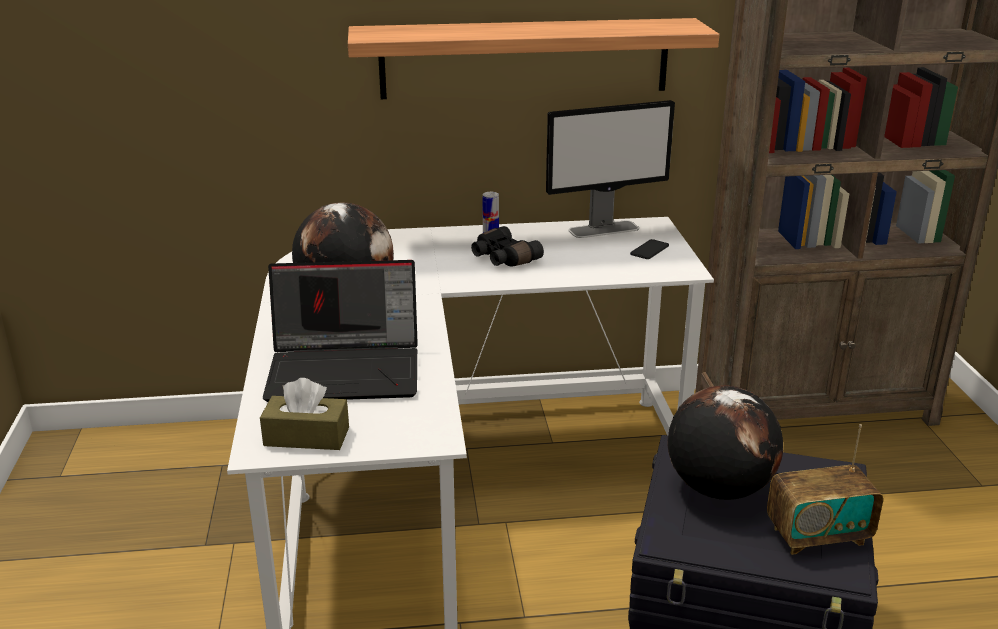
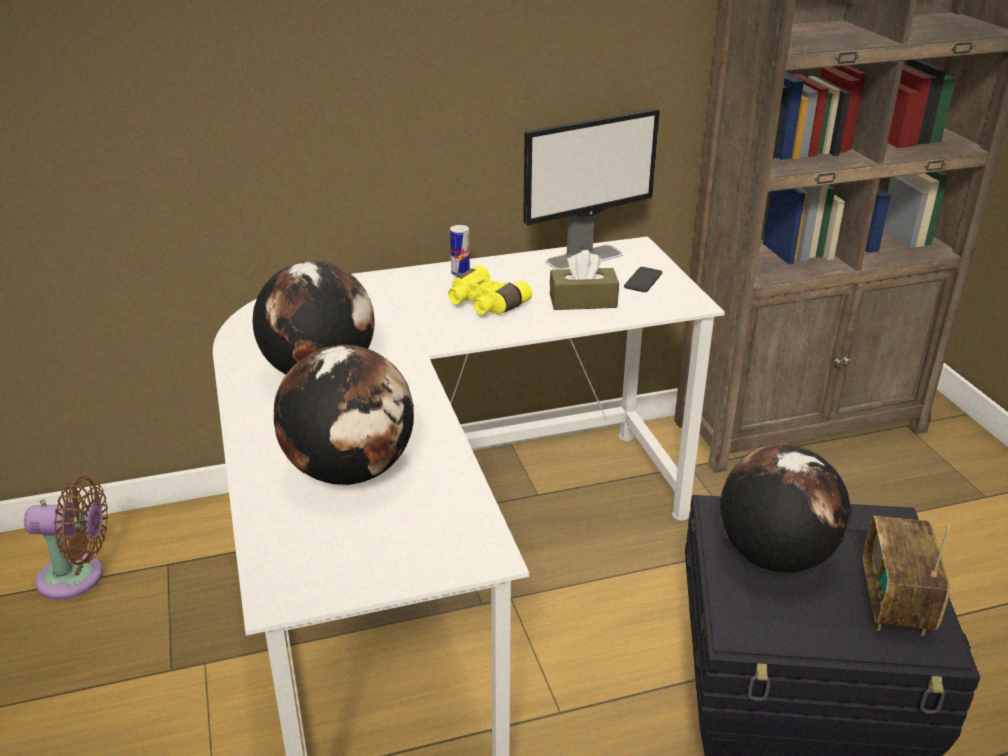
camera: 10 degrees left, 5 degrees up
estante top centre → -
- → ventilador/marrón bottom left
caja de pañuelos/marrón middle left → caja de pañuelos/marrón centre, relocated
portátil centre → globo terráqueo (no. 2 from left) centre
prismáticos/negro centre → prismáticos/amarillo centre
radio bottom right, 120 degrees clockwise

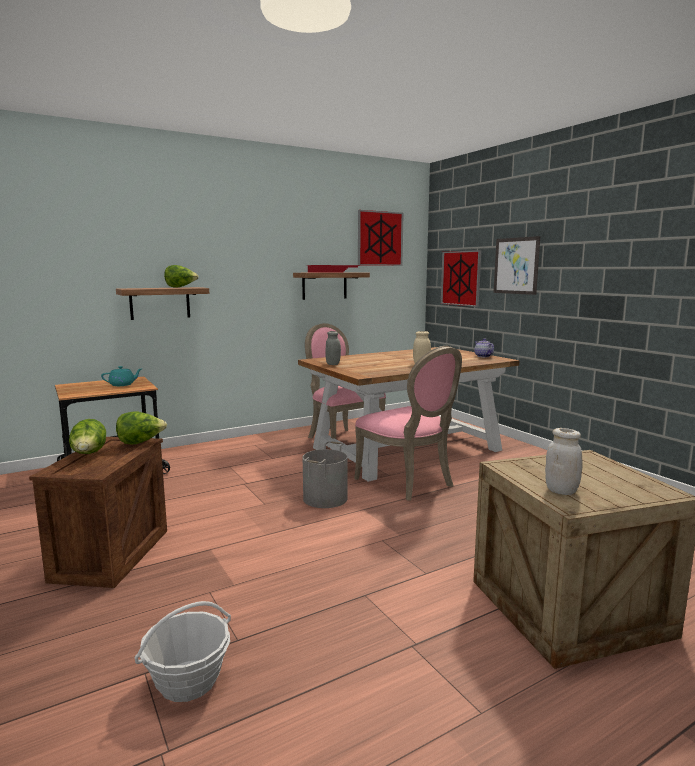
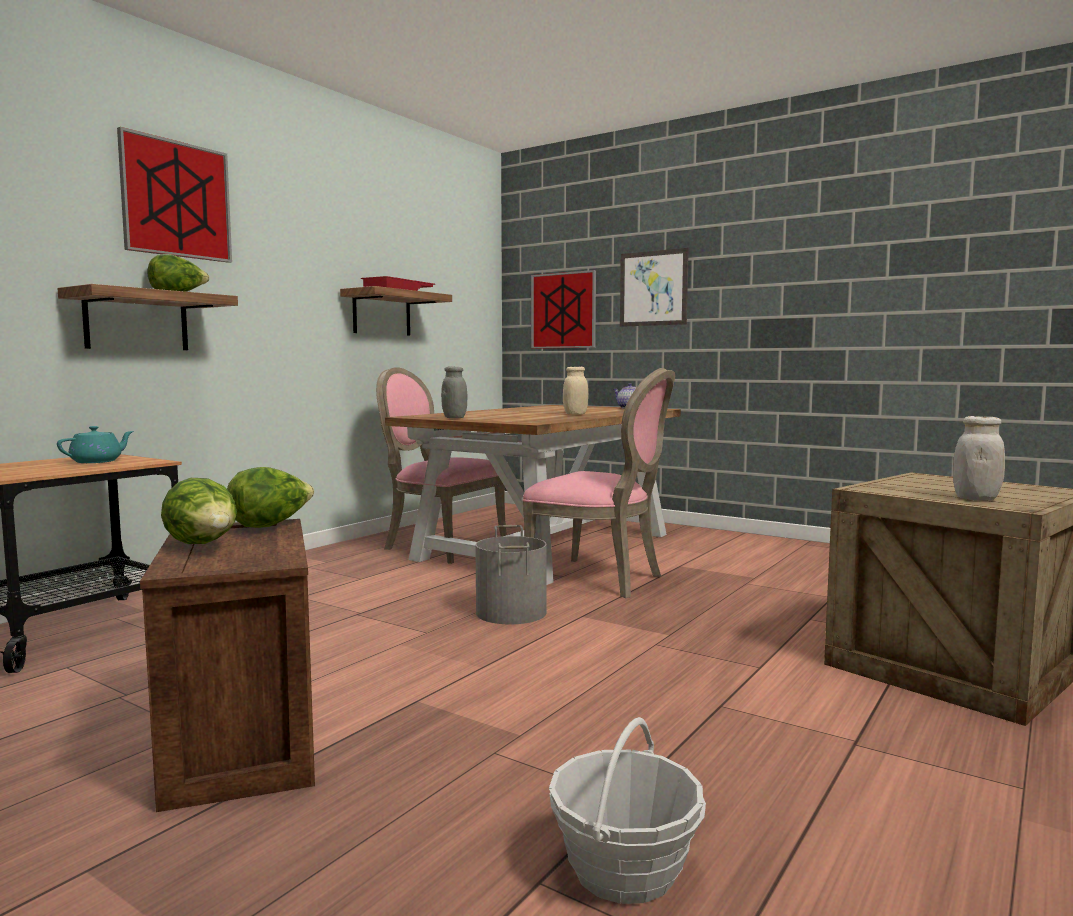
camera: 25 degrees left, 5 degrees down
cuadro (no. 1 from left) top centre → cuadro (no. 1 from left) top left, relocated

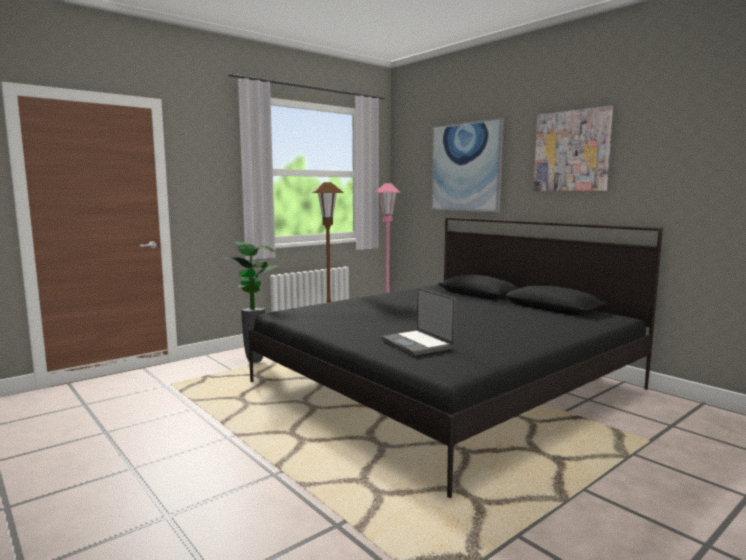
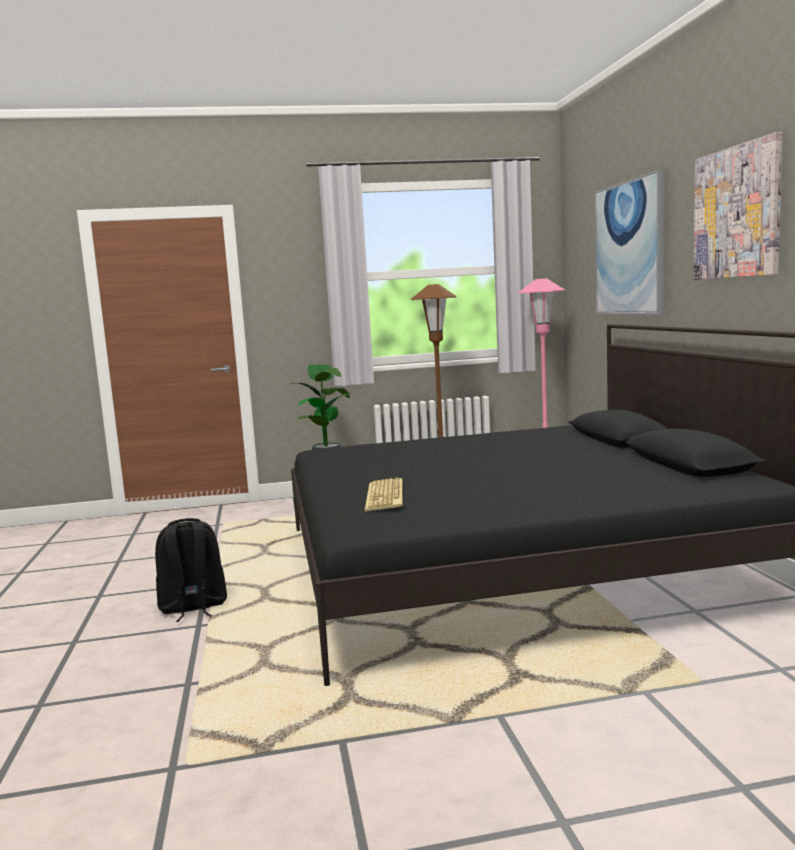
camera: 30 degrees right, 0 degrees up
- → mochila/negro bottom left
portátil centre → teclado centre

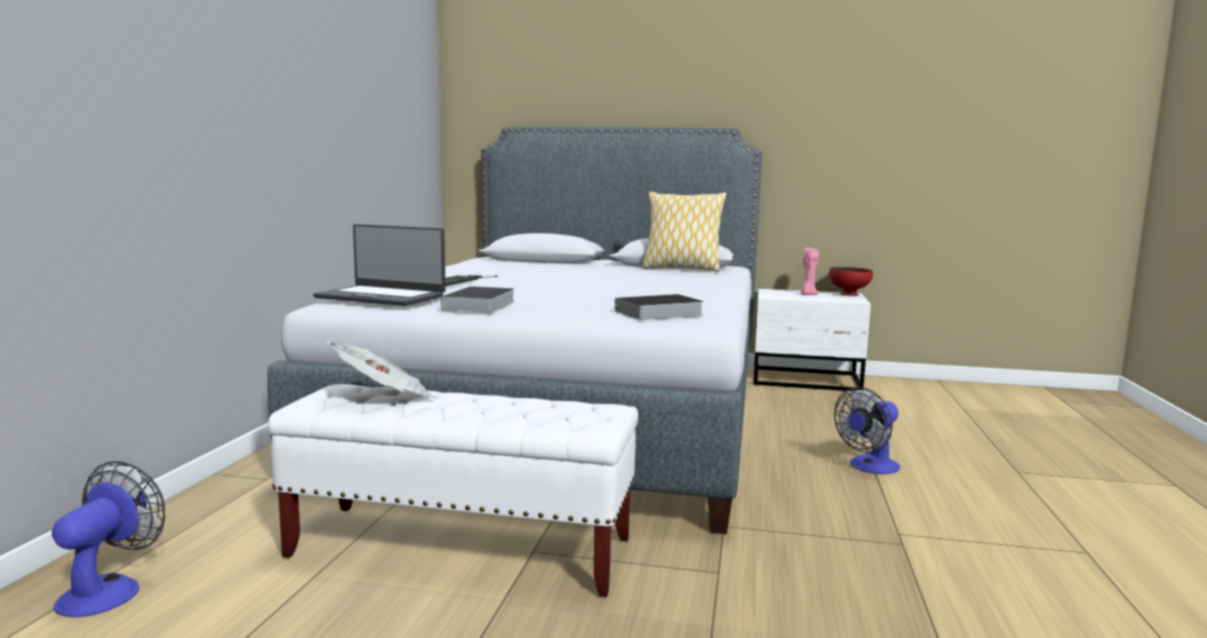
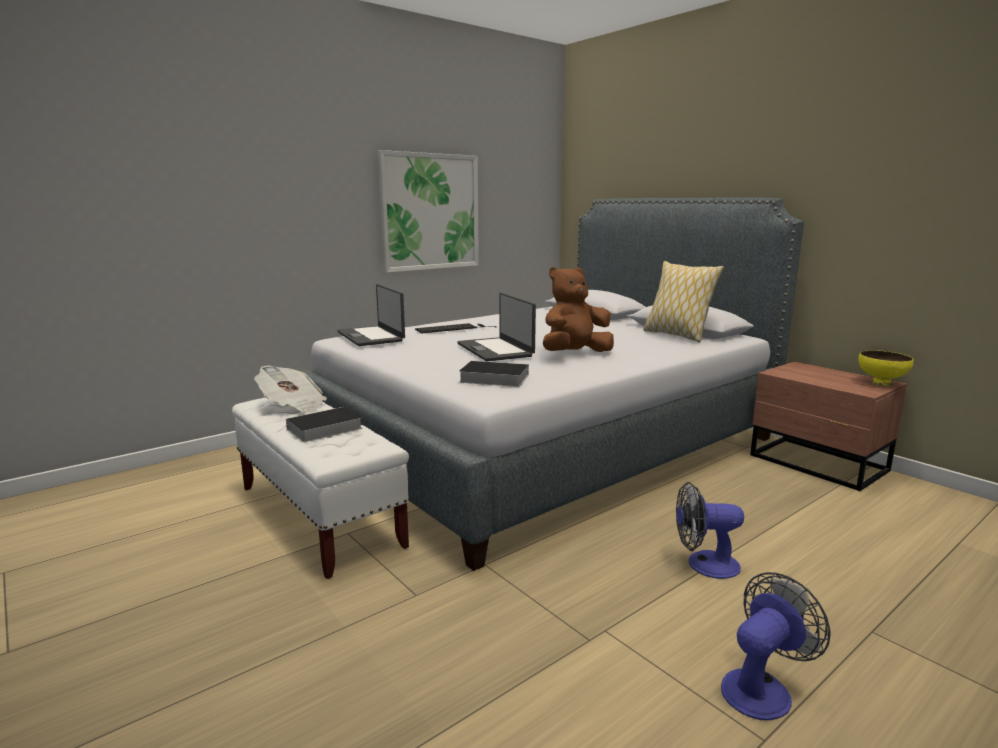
camera: 40 degrees right, 5 degrees up
vela/rosa middle right → -
- → cuadro top centre
- → portátil (no. 2 from left) centre
- → peluche/marrón centre
ventilador (no. 1 from left in the first image) bottom left → ventilador (no. 2 from left) bottom right, relocated
libro (no. 1 from left) centre → libro (no. 1 from left) middle left, relocated
mesita de noche/blanco middle right → mesita de noche/marrón middle right
cuenco/rojo middle right → cuenco/amarillo middle right

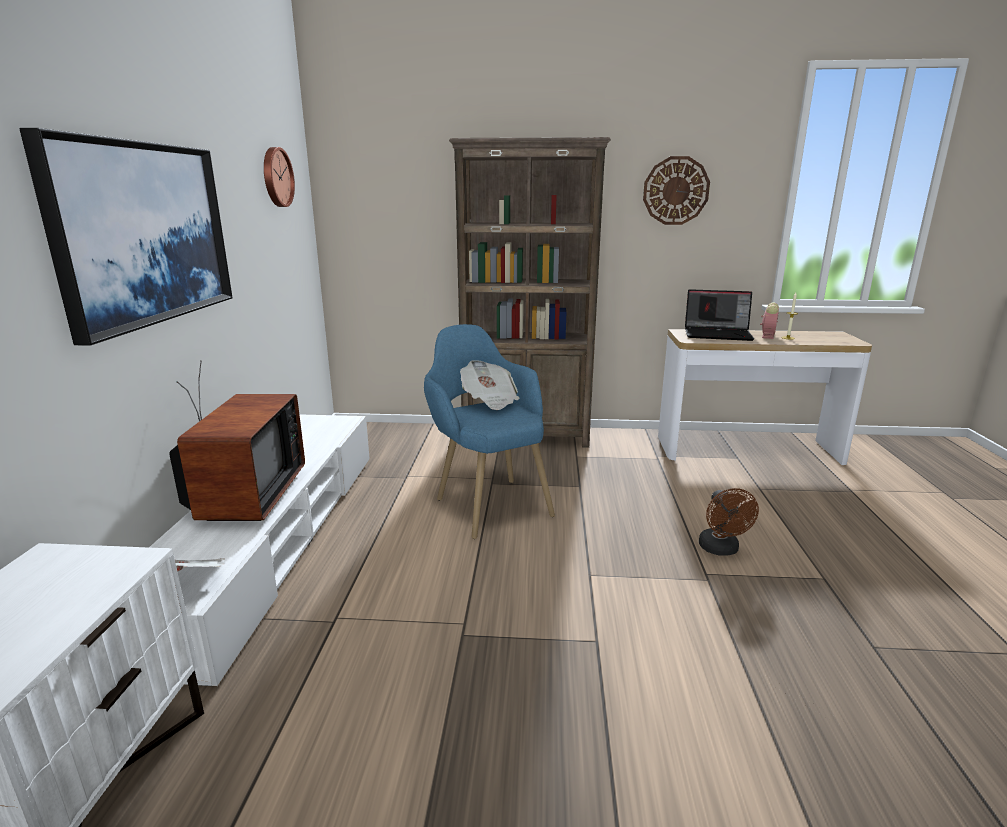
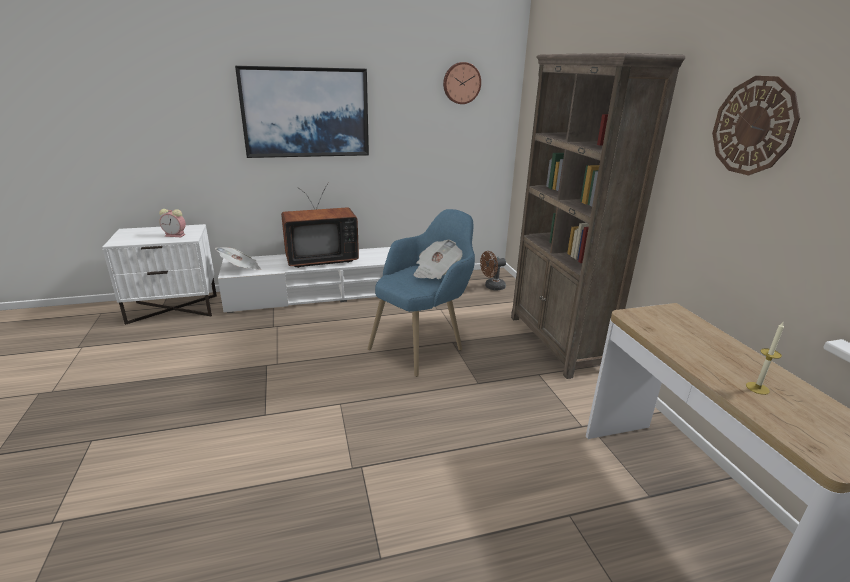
camera: 70 degrees right, 5 degrees up
portátil middle right → -
ventilador/marrón middle right → ventilador/marrón centre, relocated
despertador middle right → despertador middle left, relocated

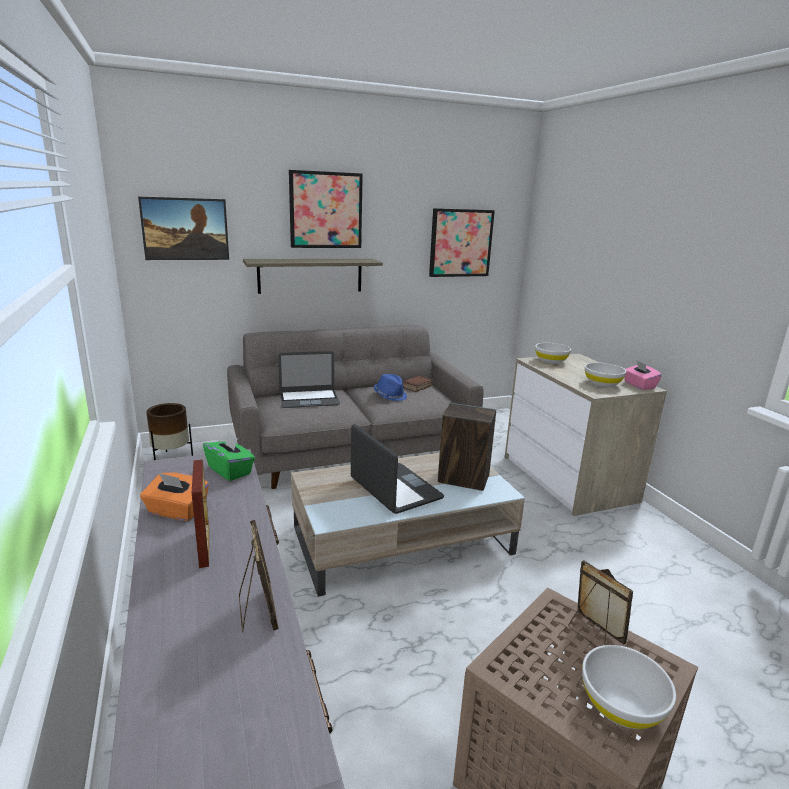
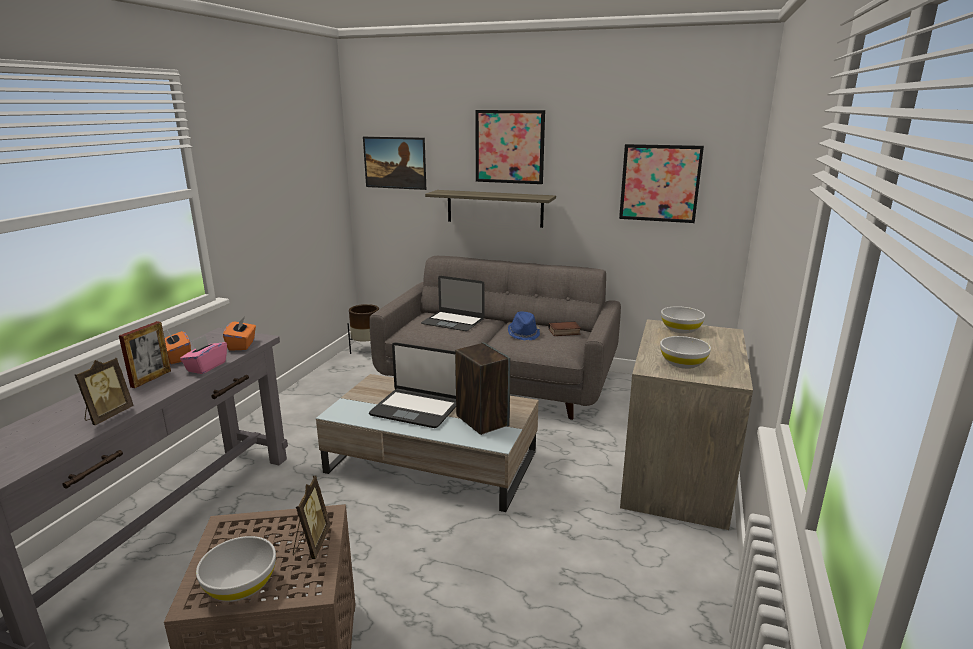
camera: 40 degrees right, 0 degrees up
caja de pañuelos/rosa middle right → caja de pañuelos/rosa middle left, relocated
caja de pañuelos/verde middle left → caja de pañuelos/naranja (no. 2 from left) middle left
portátil (no. 2 from left in the first image) centre → portátil (no. 1 from left) centre, 105 degrees clockwise

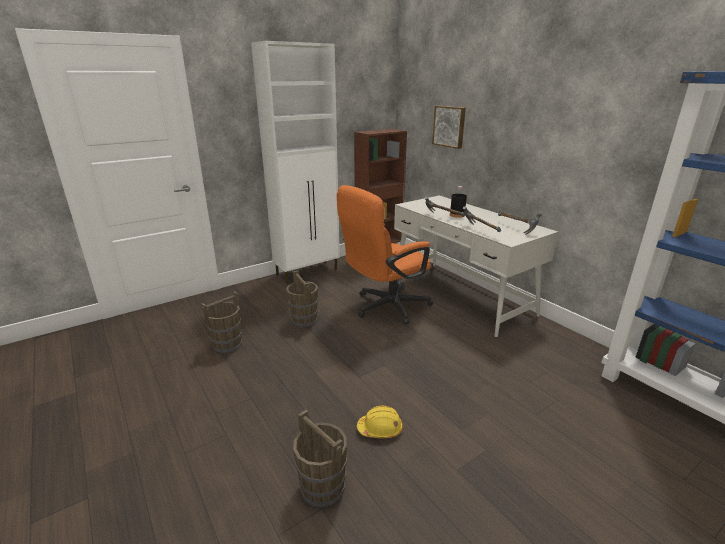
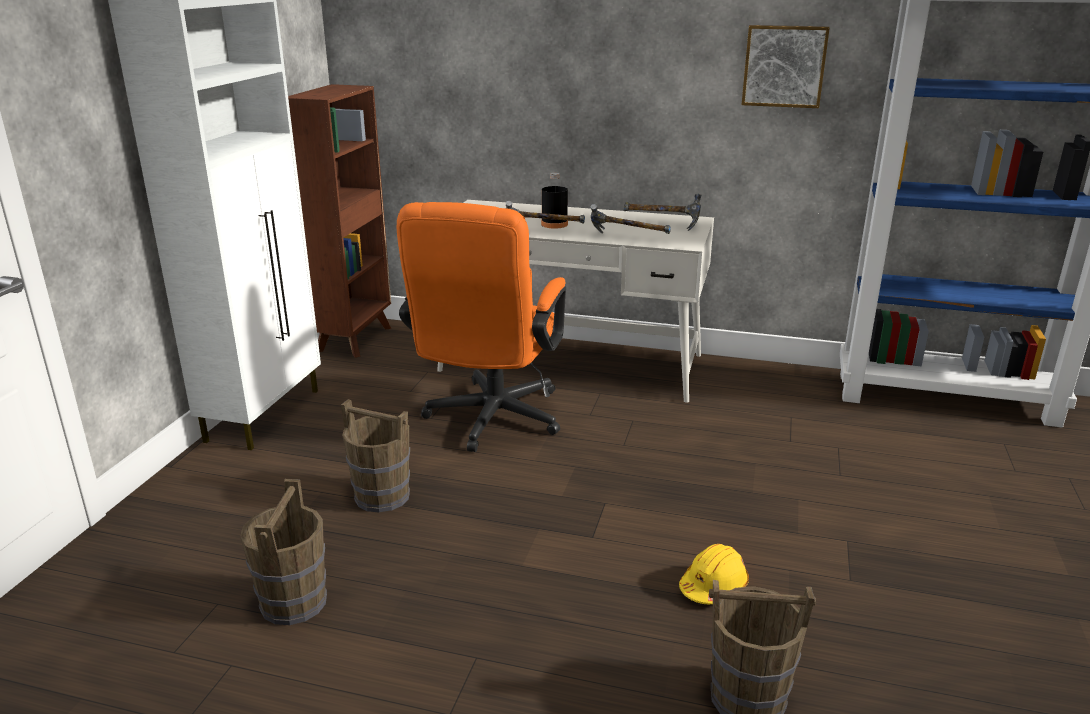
camera: 40 degrees left, 0 degrees up
cuadro top centre → cuadro top right, relocated

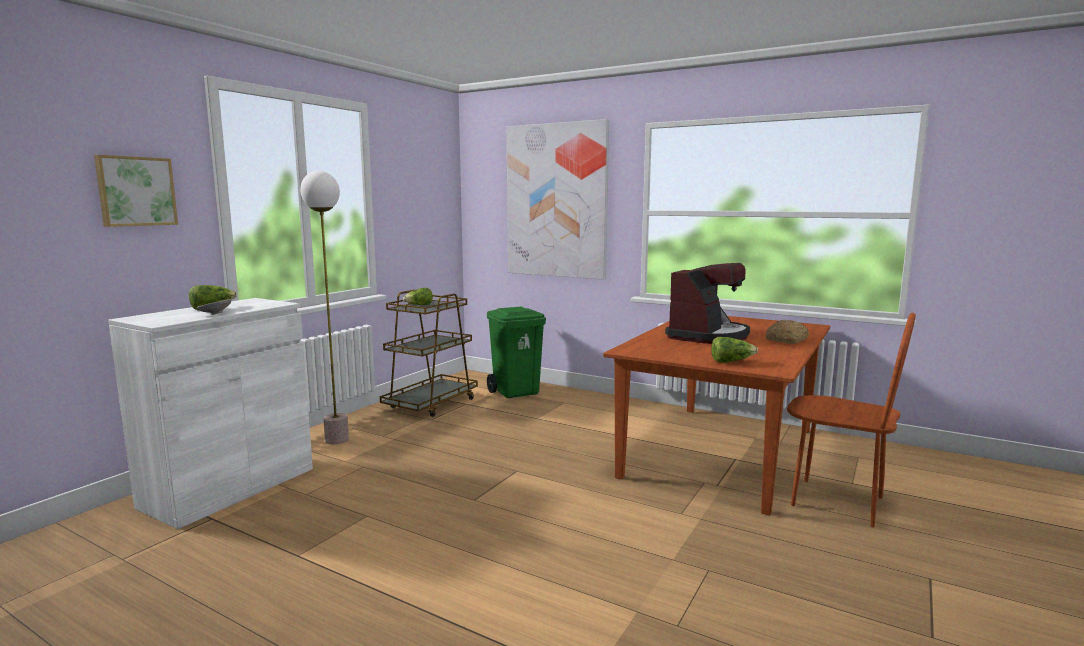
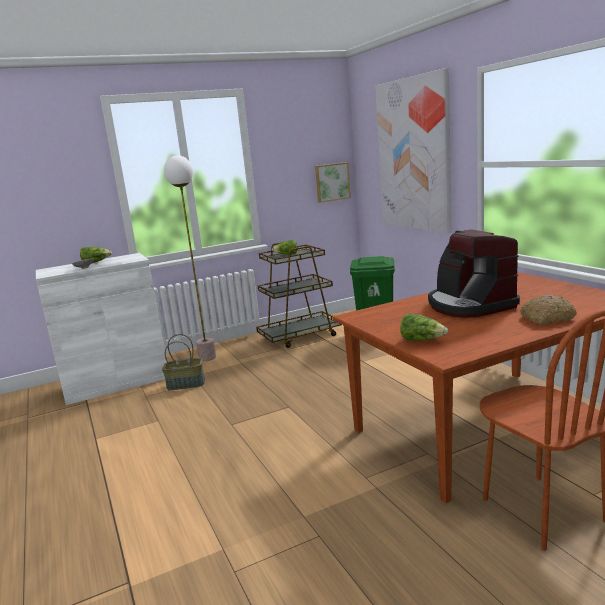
camera: 35 degrees right, 5 degrees up
- → cesta middle left
cuadro (no. 1 from left) top left → cuadro (no. 1 from left) top centre, relocated
cafetera centre → cafetera middle right, 90 degrees clockwise

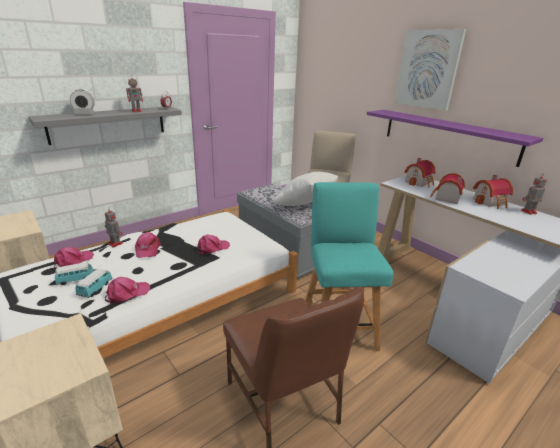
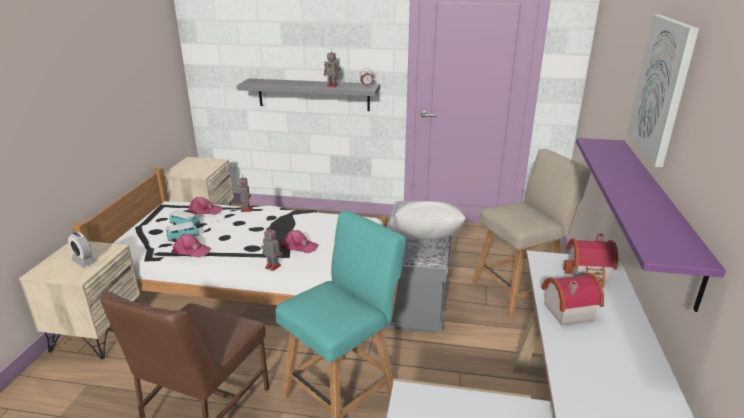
camera: 50 degrees right, 0 degrees up
gorra/rosa (no. 3 from left) middle left → -
casita (no. 3 from left) middle right → -
despertador (no. 1 from left) top left → despertador (no. 1 from left) middle left, relocated
robot de juguete (no. 3 from left in the first image) middle right → robot de juguete (no. 2 from left) centre, relocated

